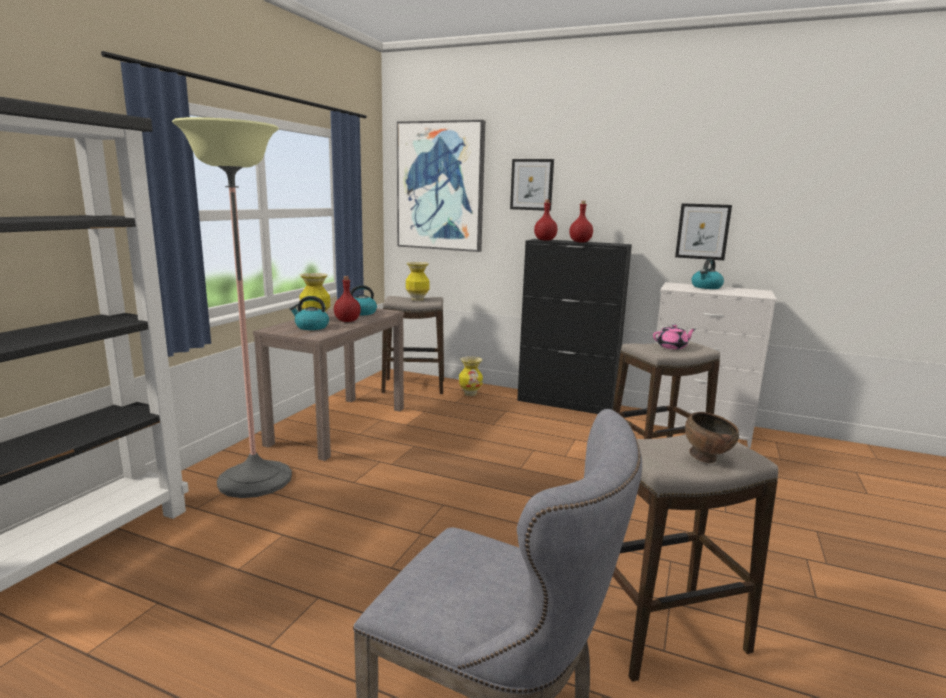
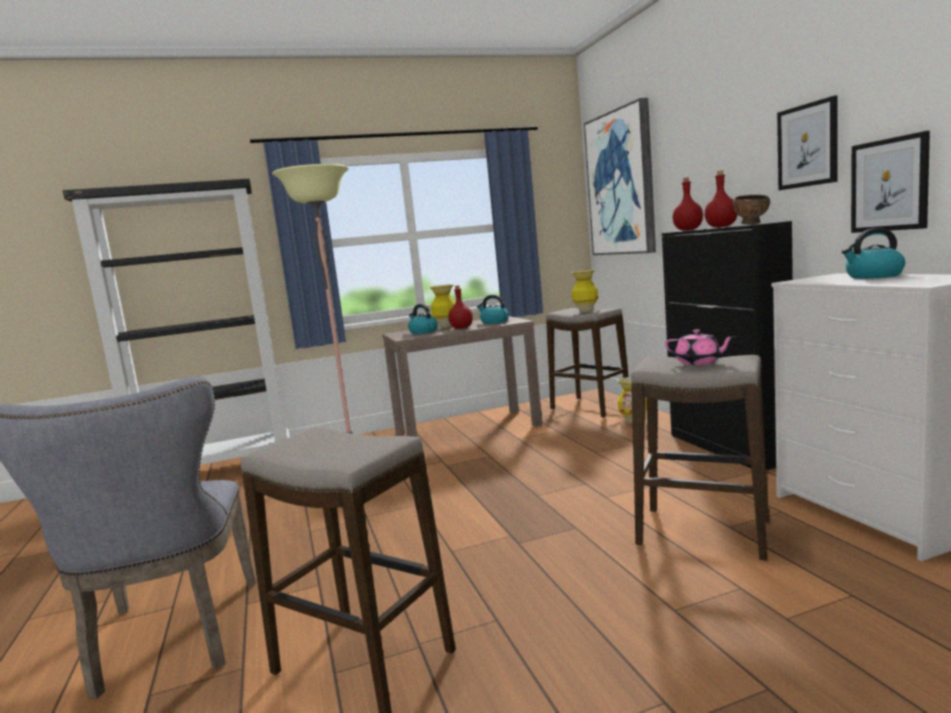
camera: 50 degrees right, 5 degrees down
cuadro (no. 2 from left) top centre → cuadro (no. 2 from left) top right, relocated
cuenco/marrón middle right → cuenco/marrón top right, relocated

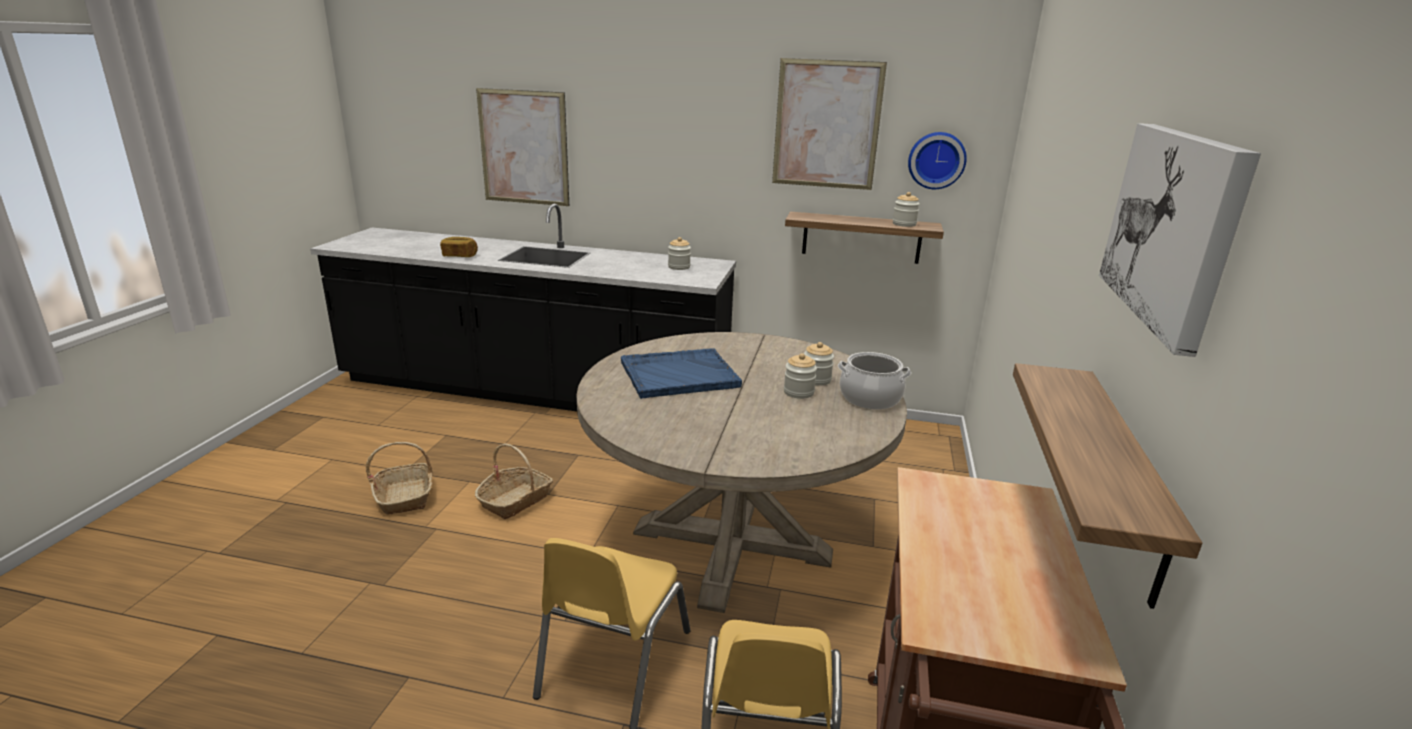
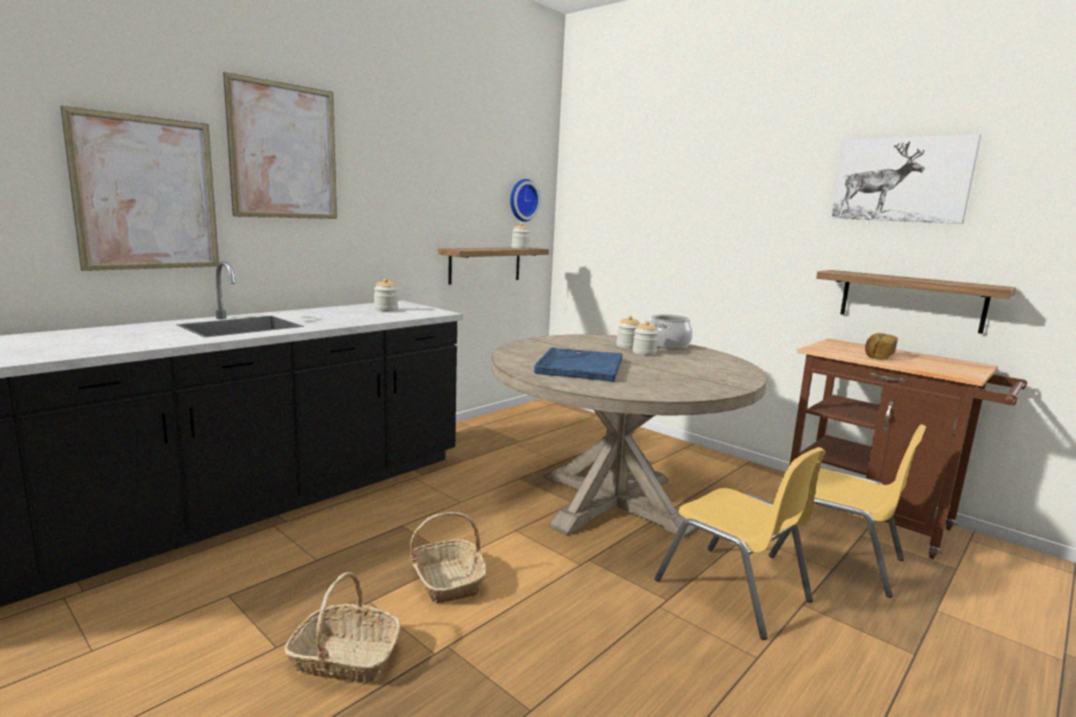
camera: 60 degrees left, 10 degrees down
pan middle left → pan middle right, relocated
cuadro (no. 2 from left) top centre → cuadro (no. 2 from left) top left, relocated

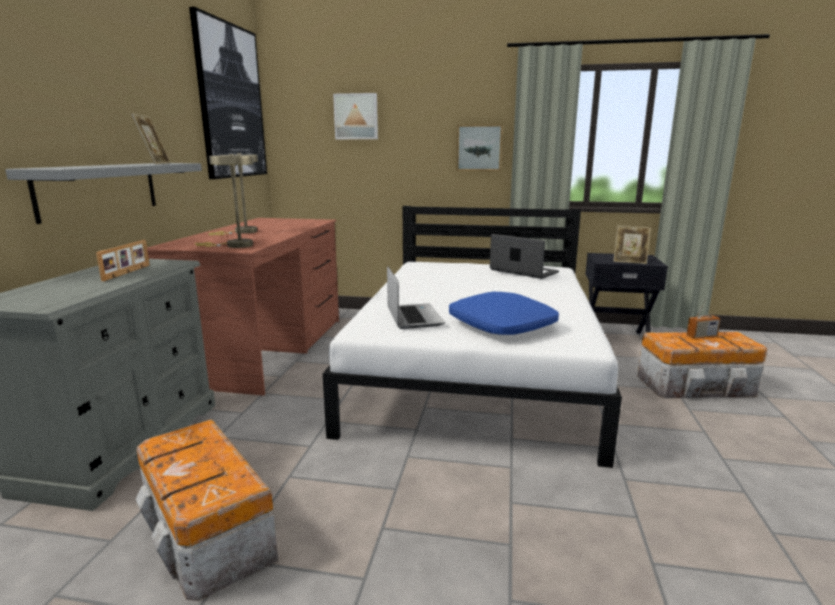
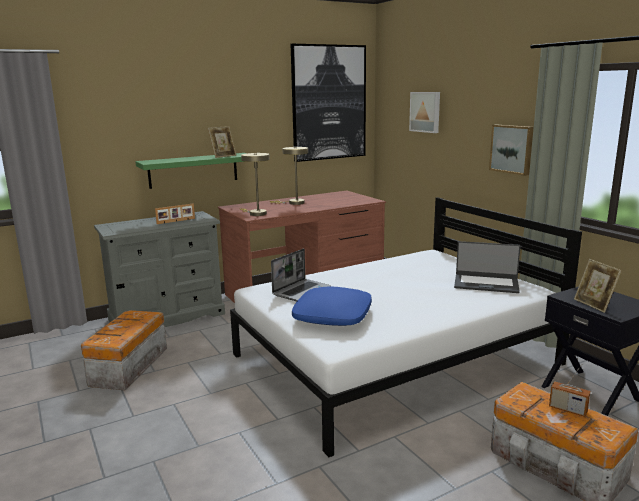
camera: 50 degrees right, 0 degrees up
estante/gris top left → estante/verde middle left
portátil (no. 2 from left) centre → portátil (no. 2 from left) middle right, 105 degrees clockwise

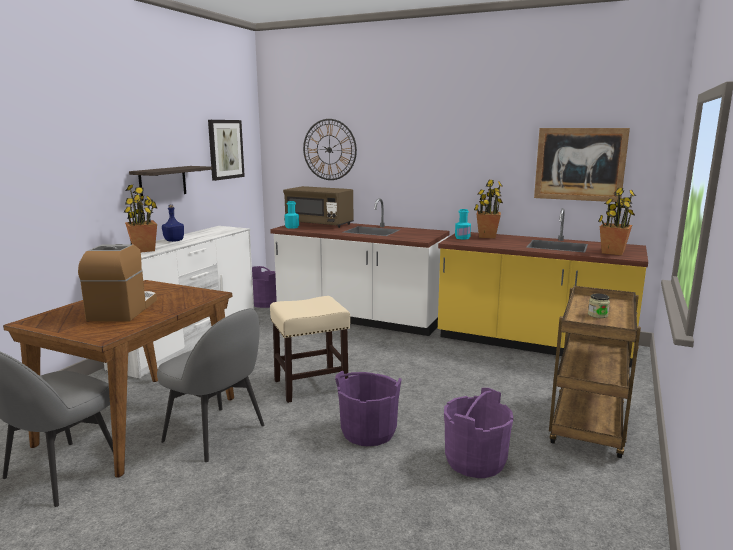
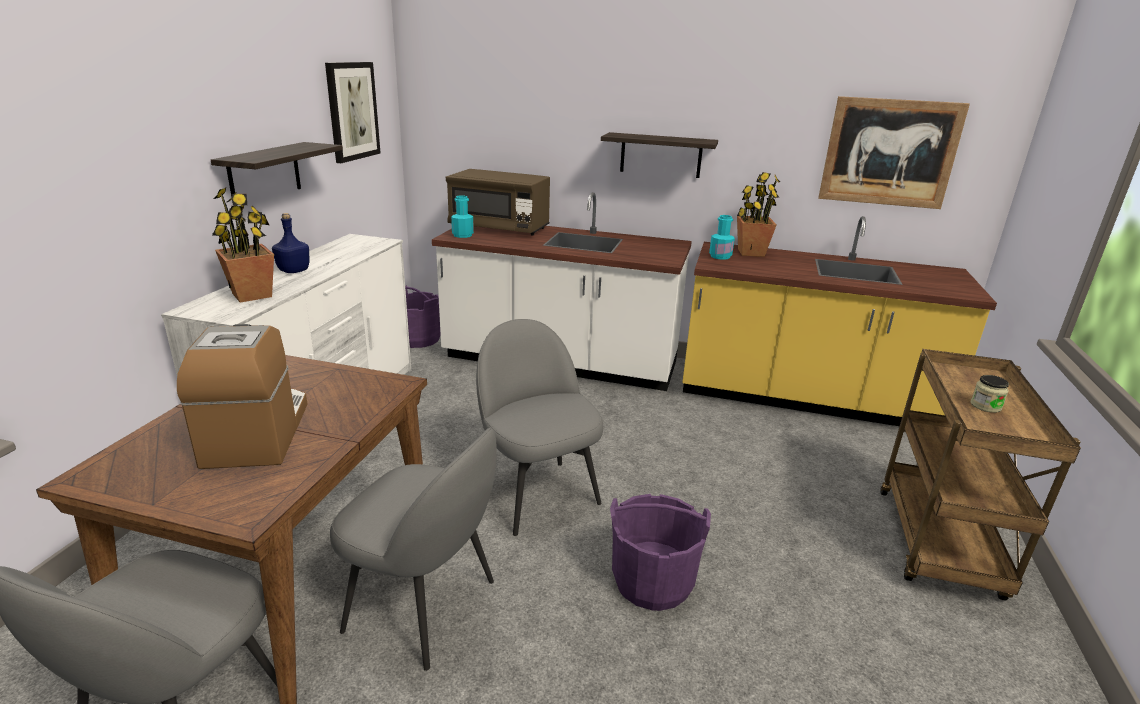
camera: 10 degrees left, 10 degrees up
reloj de pared top centre → -
cubo/morado (no. 3 from left) bottom centre → -
planta en maceta (no. 3 from left) middle right → -
- → estante (no. 2 from left) top centre
taburete/beis centre → silla/gris (no. 3 from left) centre

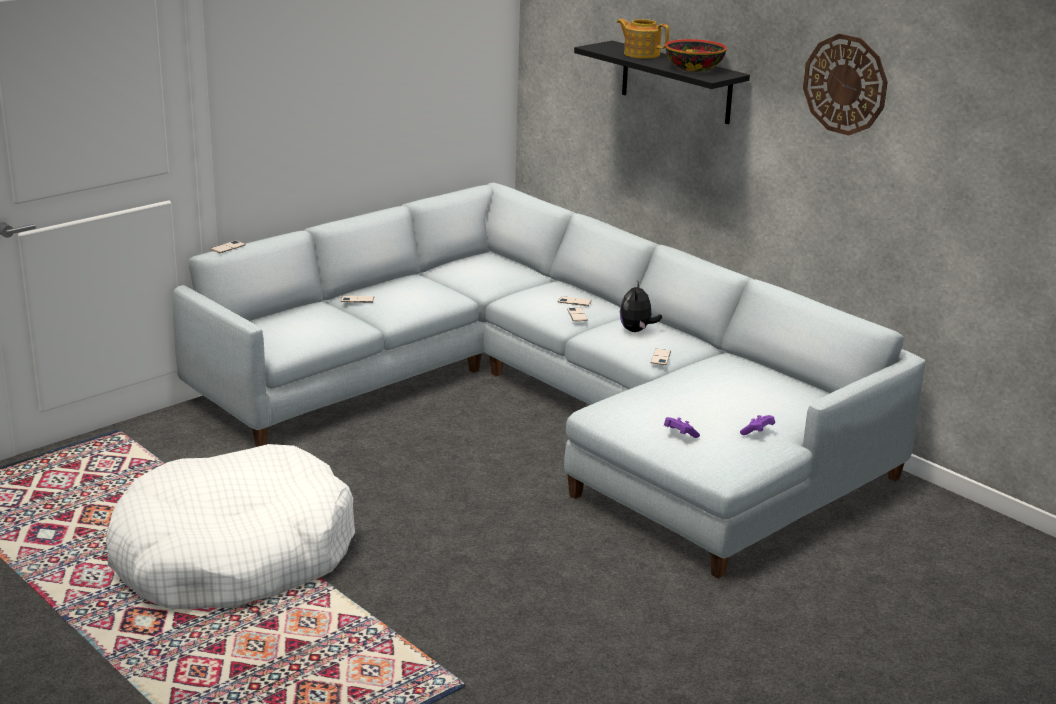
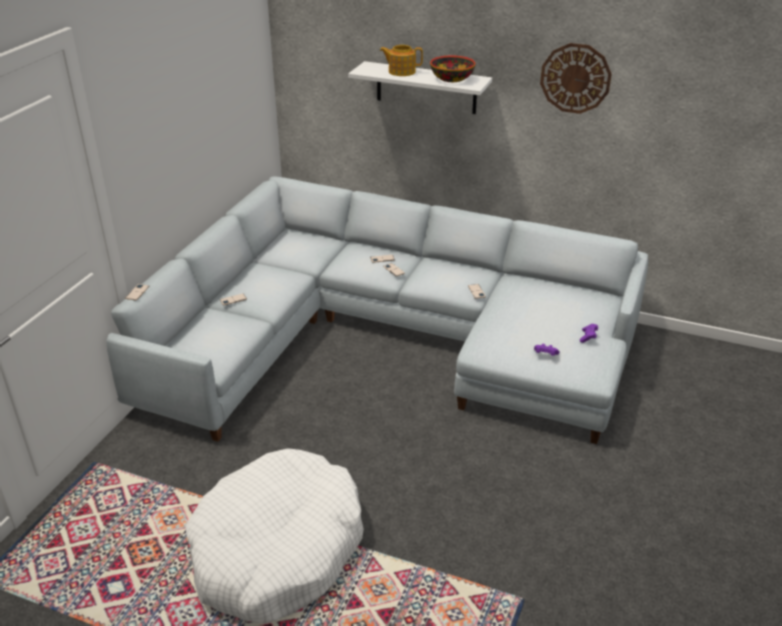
camera: 25 degrees left, 10 degrees up
peluche centre → -
estante/negro top centre → estante/blanco top centre

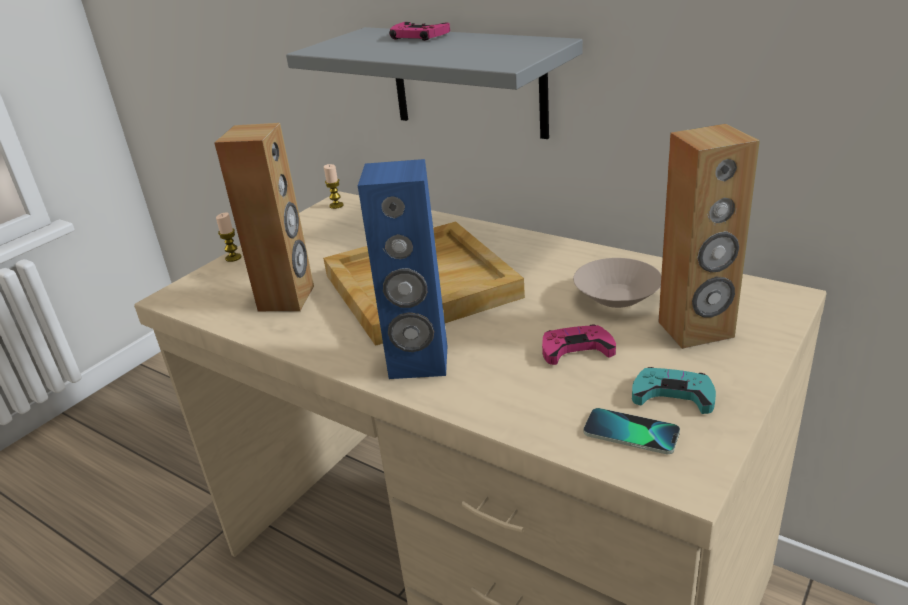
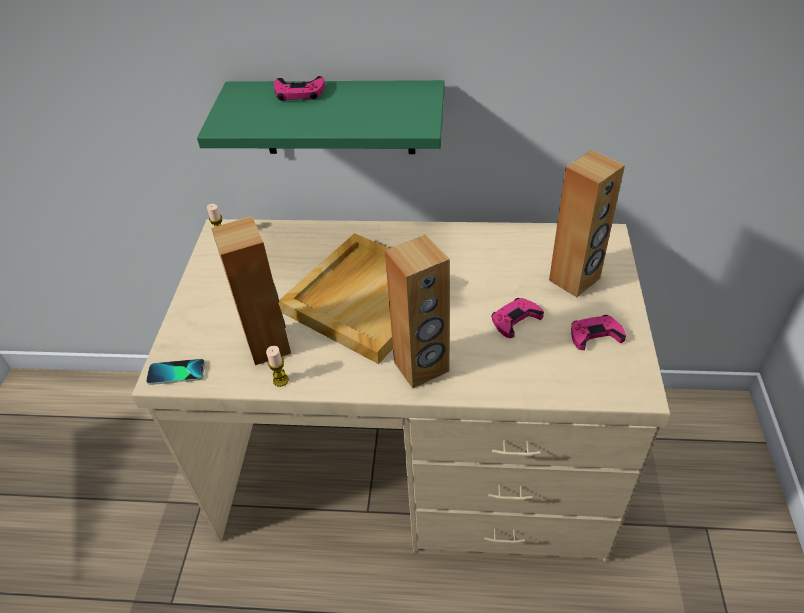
camera: 30 degrees left, 15 degrees up
cuenco/beis middle right → -
vela (no. 1 from left in the first image) middle left → vela (no. 2 from left) centre, relocated
móvil bottom right → móvil middle left, relocated
estante/gris top centre → estante/verde top centre
altavoz/azul centre → altavoz/marrón (no. 2 from left) centre
mando de consola/turquesa middle right → mando de consola/rosa (no. 3 from left) middle right

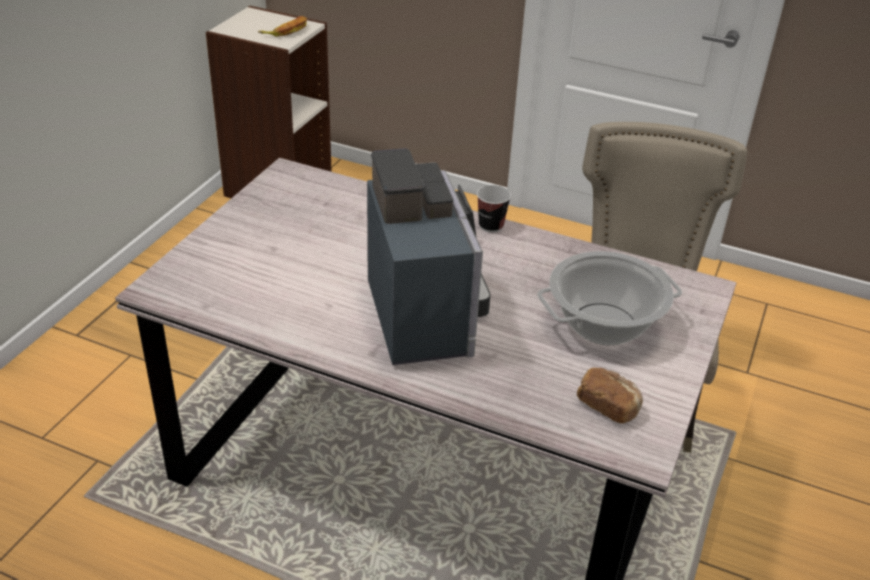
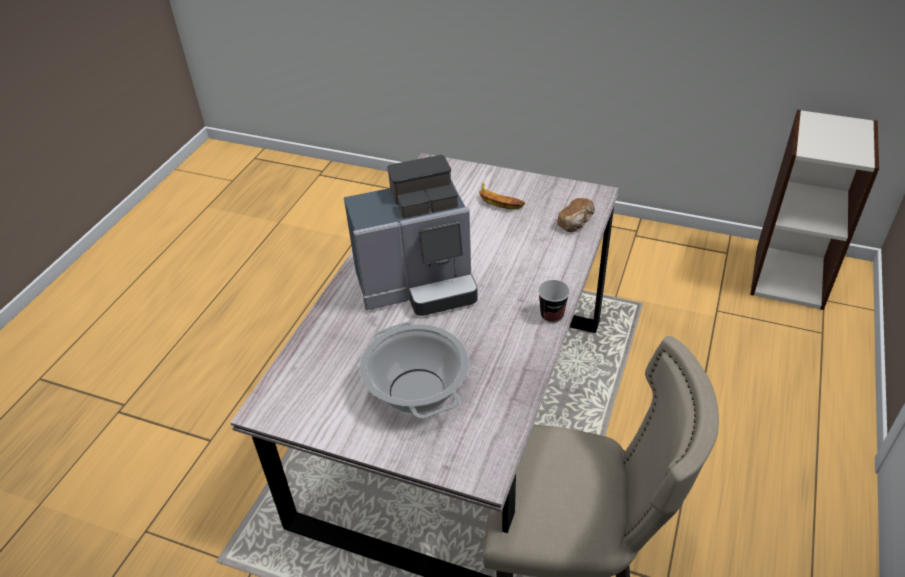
camera: 90 degrees right, 5 degrees up
plátano top left → plátano centre, relocated
pan bottom right → pan centre, relocated

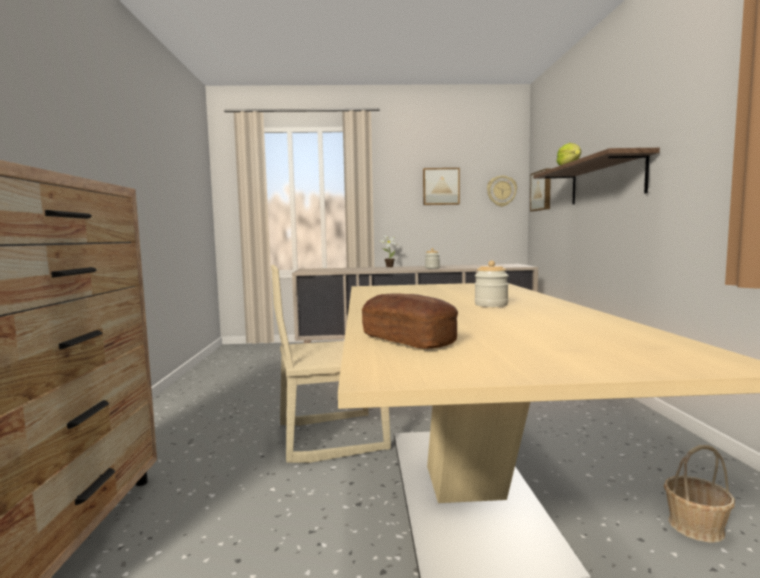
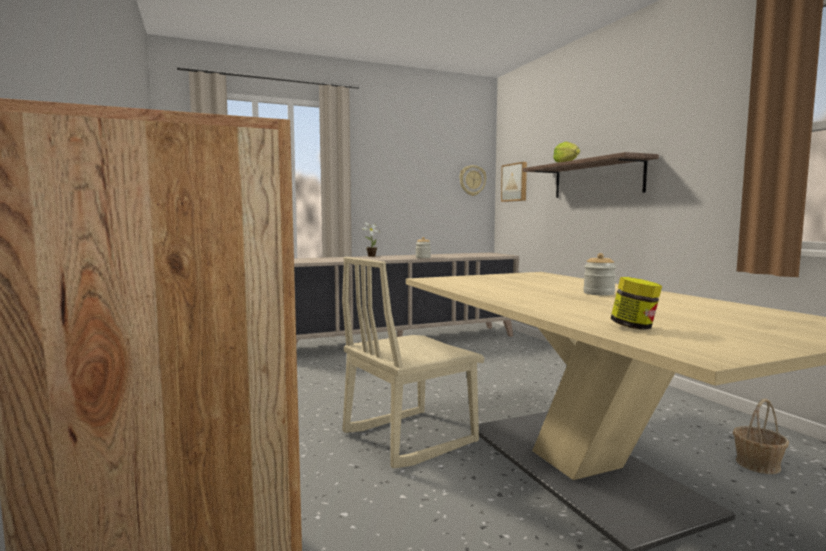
camera: 20 degrees left, 0 degrees up
cuadro (no. 1 from left) top centre → -
pan centre → tarro (no. 3 from left) middle right

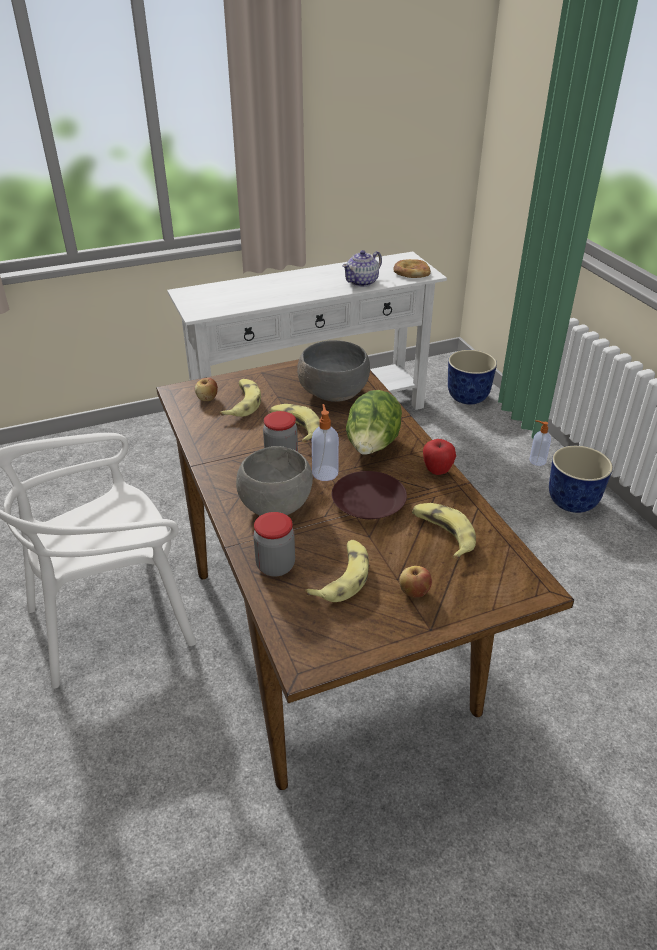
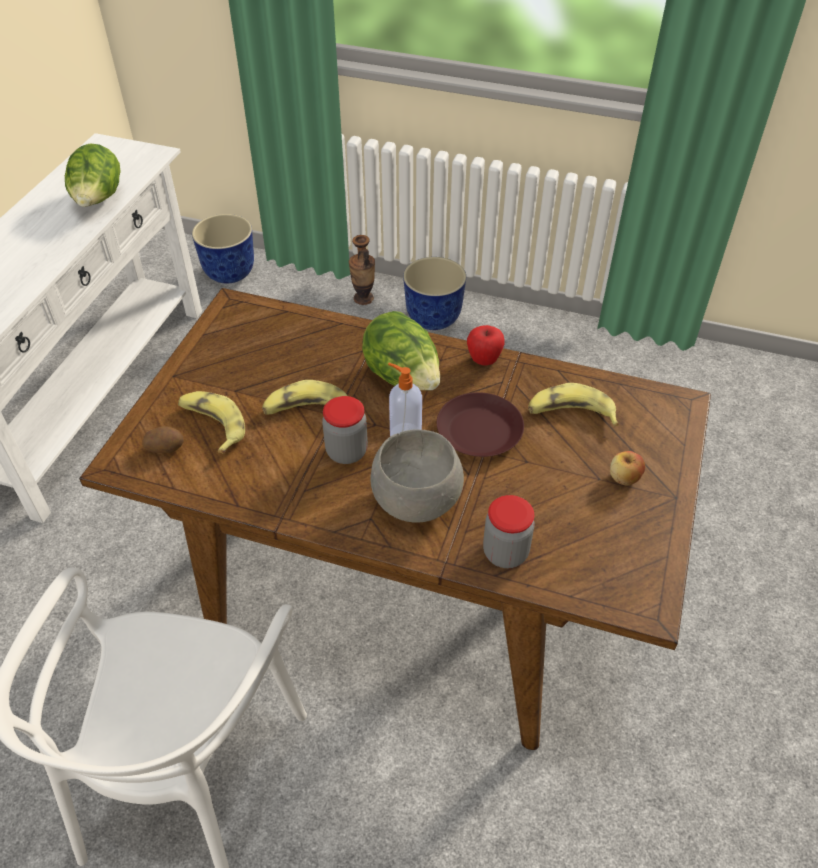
camera: 50 degrees left, 10 degrees up
cuenco/gris (no. 2 from left) centre → -
plátano (no. 3 from left) centre → -
pan top centre → -
manzana (no. 1 from left) middle left → patata middle left
tetera top centre → lechuga (no. 1 from left) top left
dispensador de jabón (no. 2 from left) middle right → florero top centre

